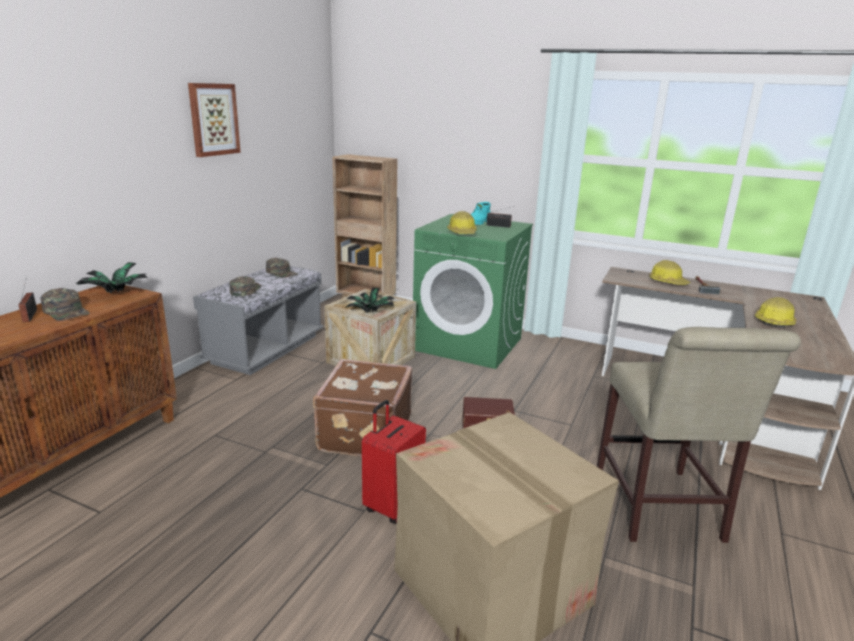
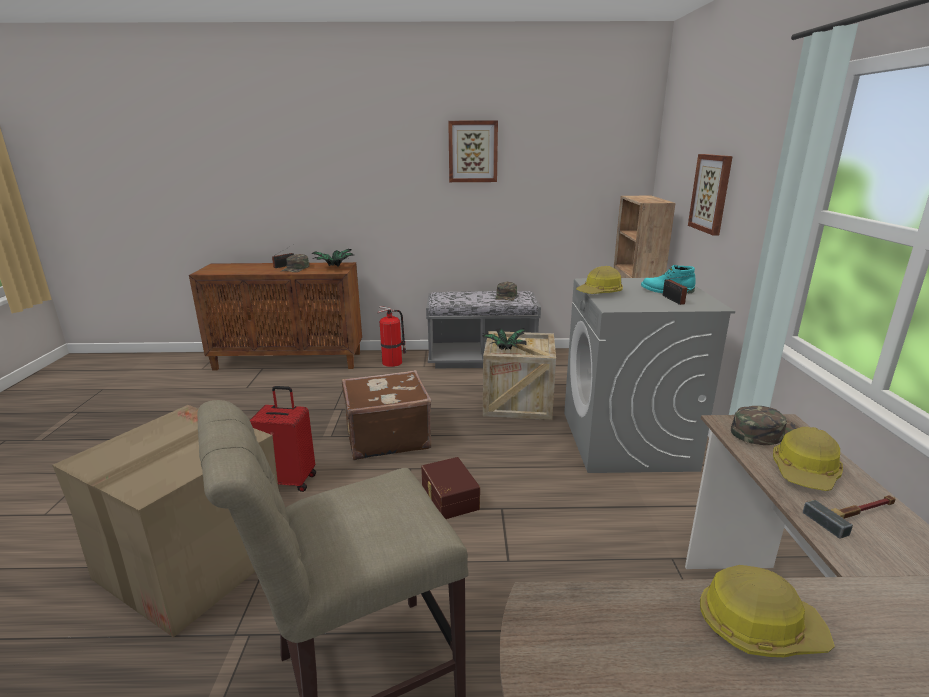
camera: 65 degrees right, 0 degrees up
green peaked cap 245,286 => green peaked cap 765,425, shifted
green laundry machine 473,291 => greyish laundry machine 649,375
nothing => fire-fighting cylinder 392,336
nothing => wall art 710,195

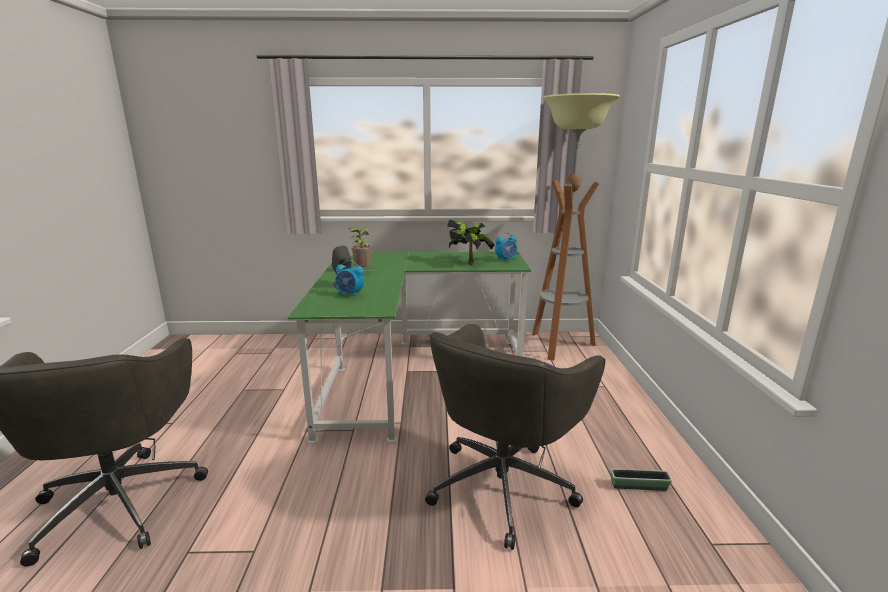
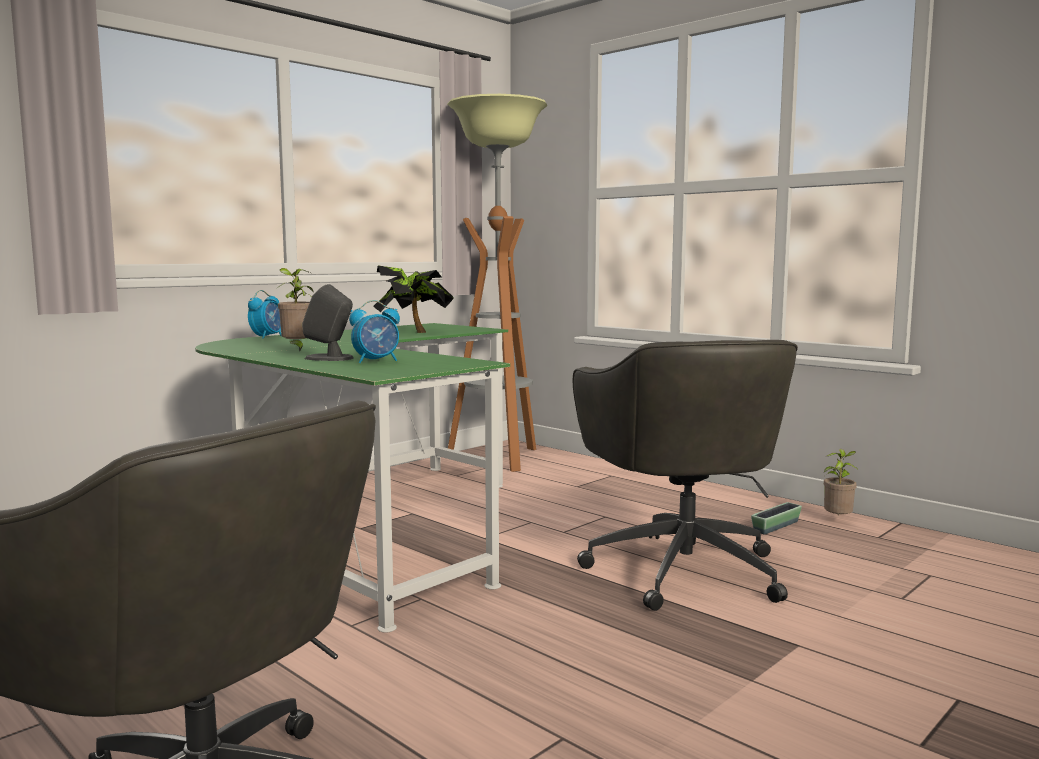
camera: 45 degrees left, 10 degrees down
table clock 506,247 => table clock 264,314, shifted
nothing => potted plant 840,481

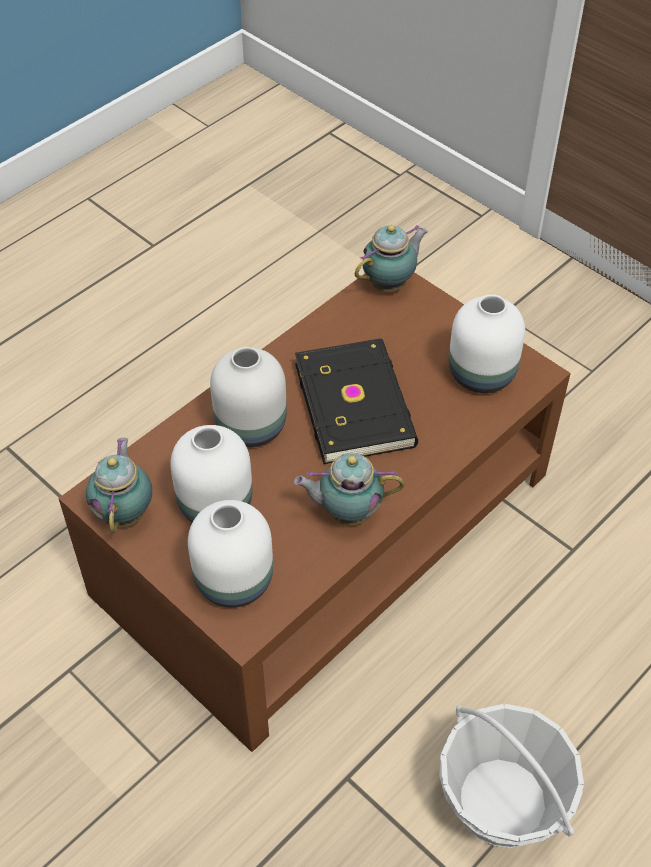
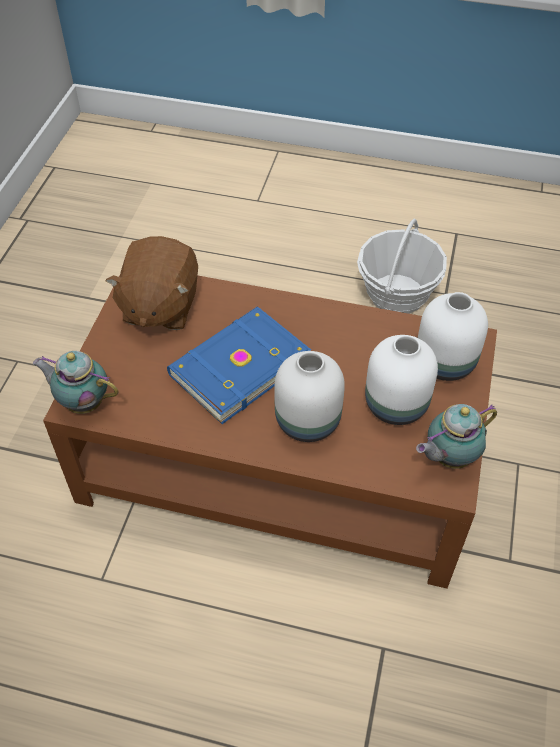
camera: 120 degrees left, 0 degrees up
teapot 349,489 => nothing
blackish bound book 356,401 => bluish bound book 239,365
white flower vase 487,343 => brownish plush toy 151,283

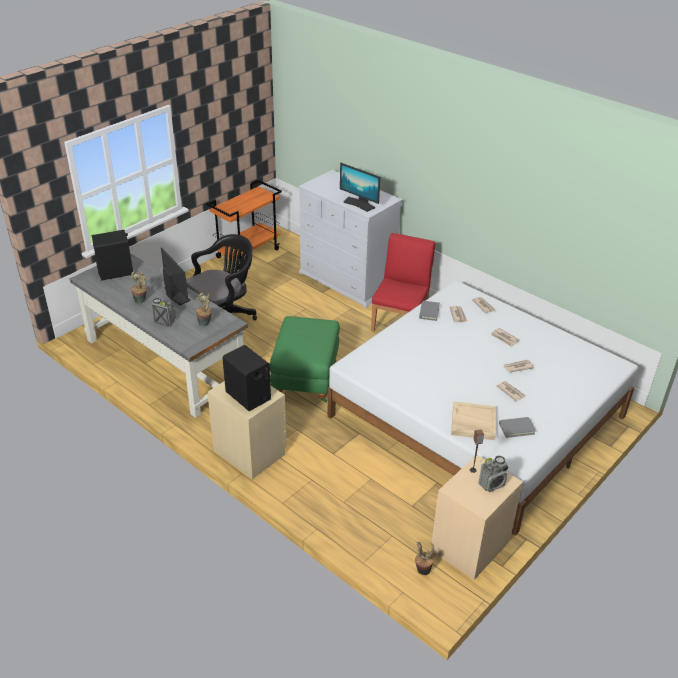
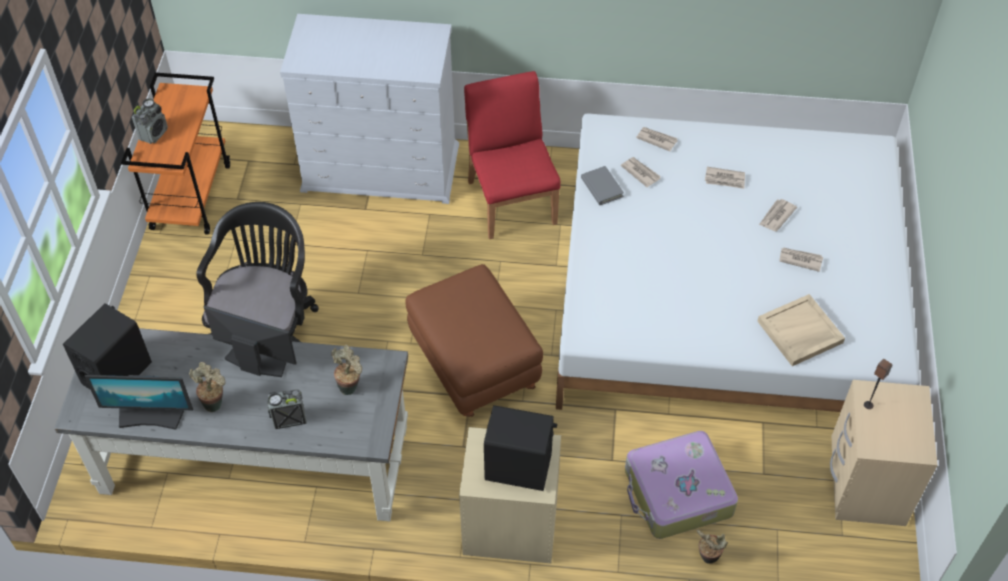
camera: 35 degrees left, 15 degrees up
green ottoman 304,359 => brownish ottoman 474,340
computer screen 360,187 => computer screen 139,402, shifted
potted plant 424,558 => potted plant 712,547, shifted
radio set 493,474 => radio set 150,121, shifted
greyish bound book 517,427 => nothing
nothing => travel case 681,485

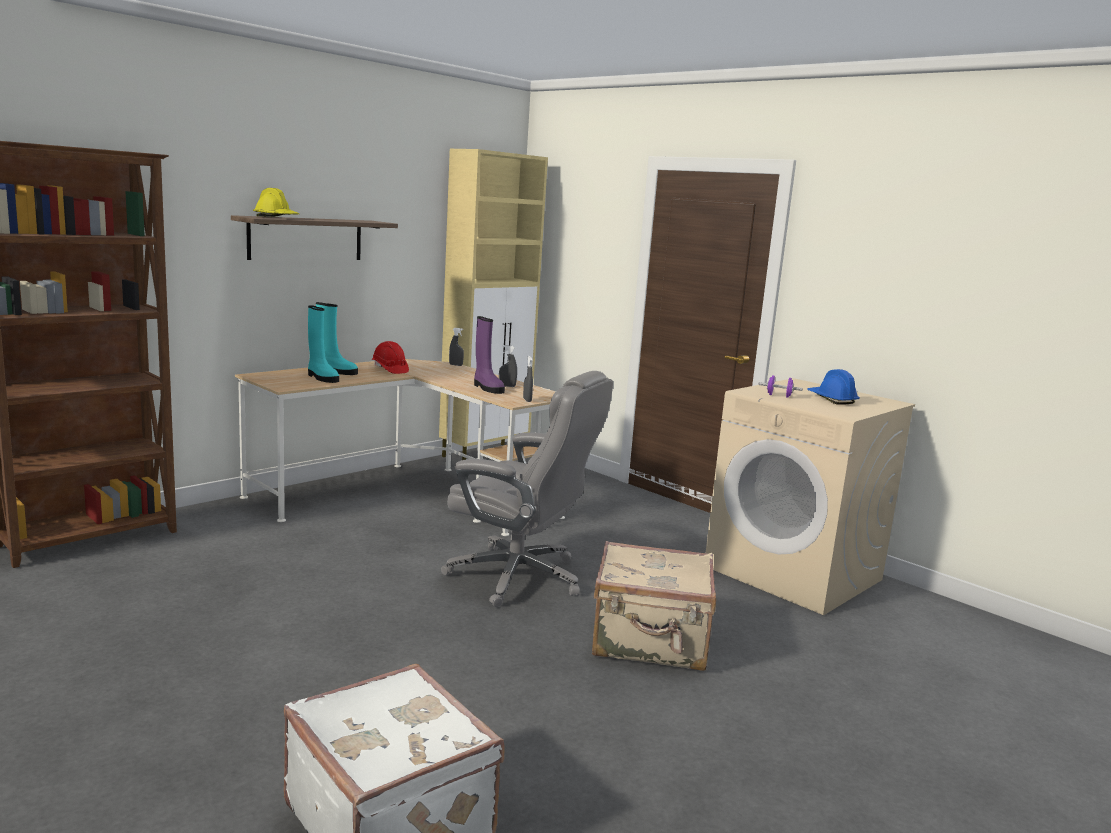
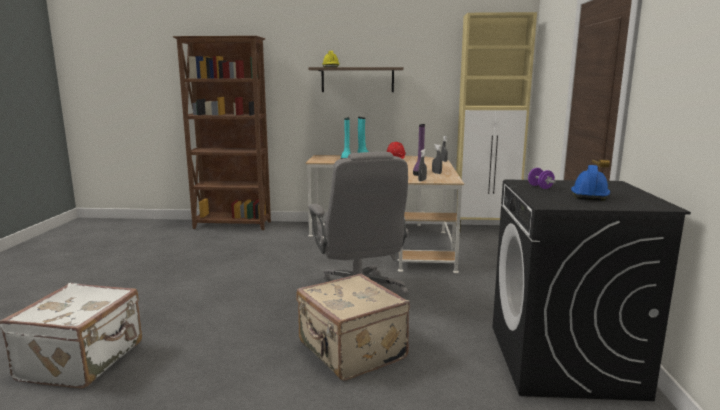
camera: 50 degrees right, 0 degrees up
beige laundry machine 810,496 => blackish laundry machine 591,290

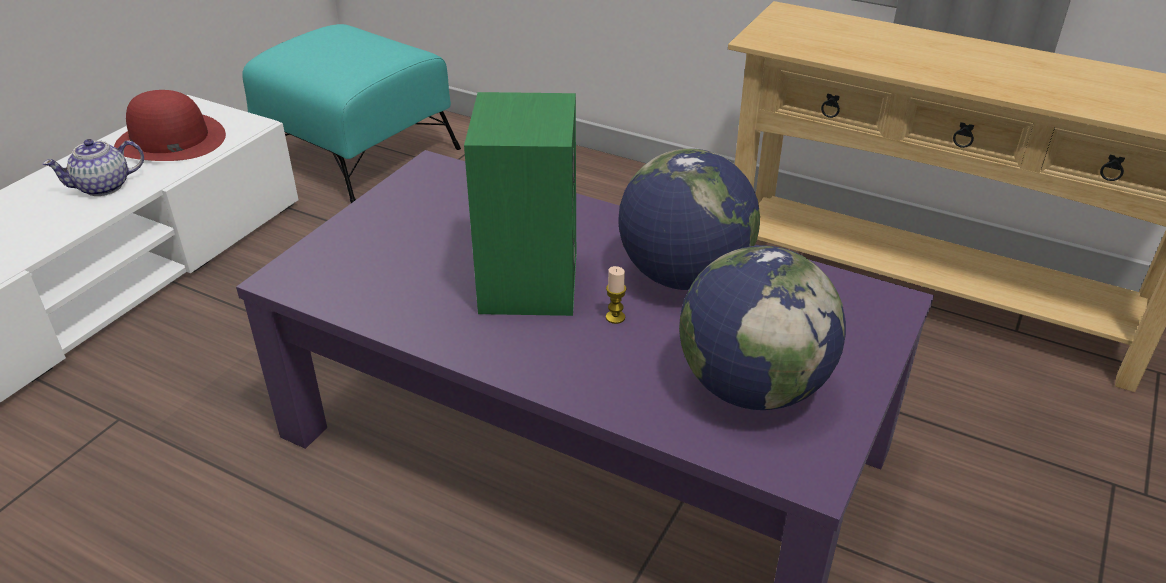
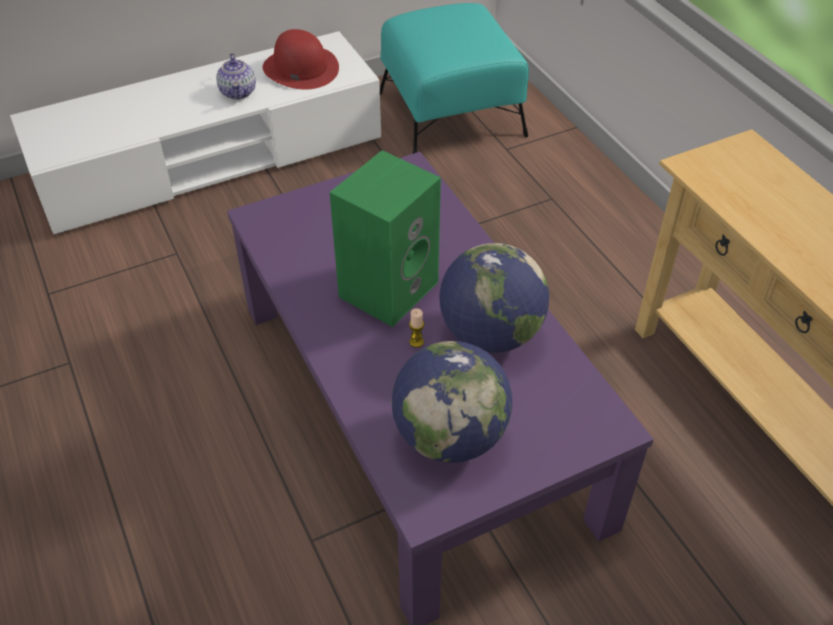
camera: 35 degrees right, 10 degrees up
teapot 93,167 => teapot 236,76, 105 degrees counterclockwise

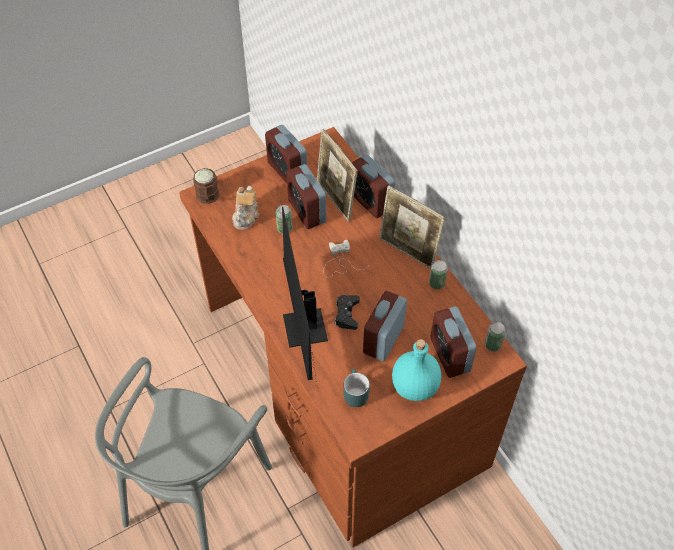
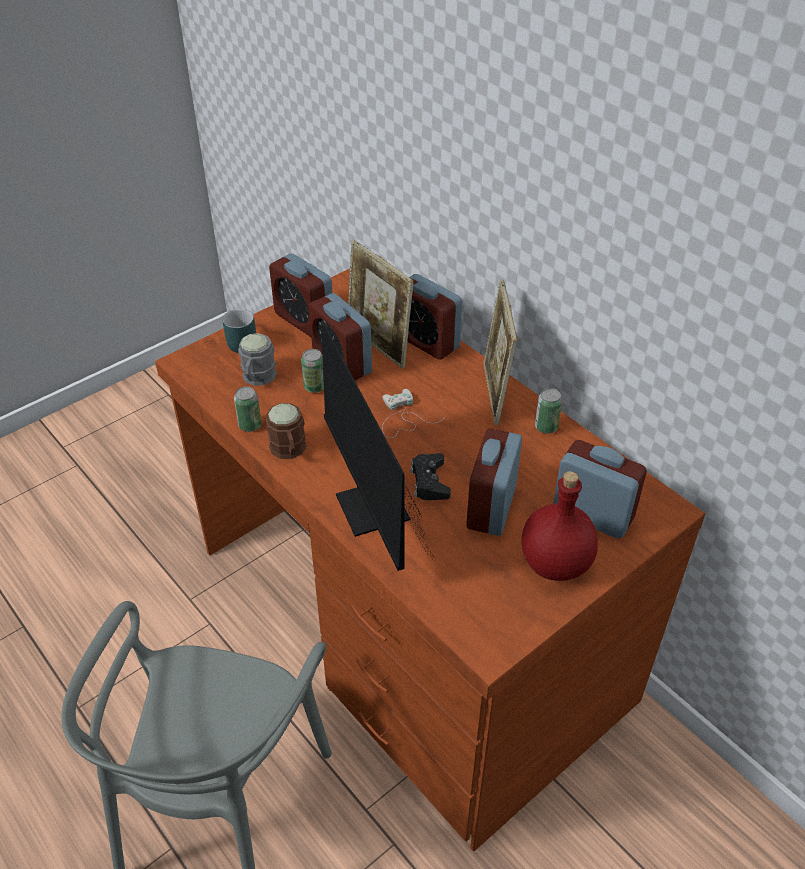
camera: 10 degrees left, 10 degrees down
brownish coffee mug 206,186 => brownish coffee mug 286,431, shifted
teapot 246,208 => greyish coffee mug 257,359
turquoise-coloured coffee mug 356,388 => turquoise-coloured coffee mug 239,331, shifted
standing frame 412,227 => standing frame 500,352, 60 degrees clockwise
turquoise-coloured bottle 416,370 => red-coloured bottle 560,526
table clock 453,342 => table clock 600,489, 150 degrees clockwise
metal can 495,336 => metal can 248,409, shifted

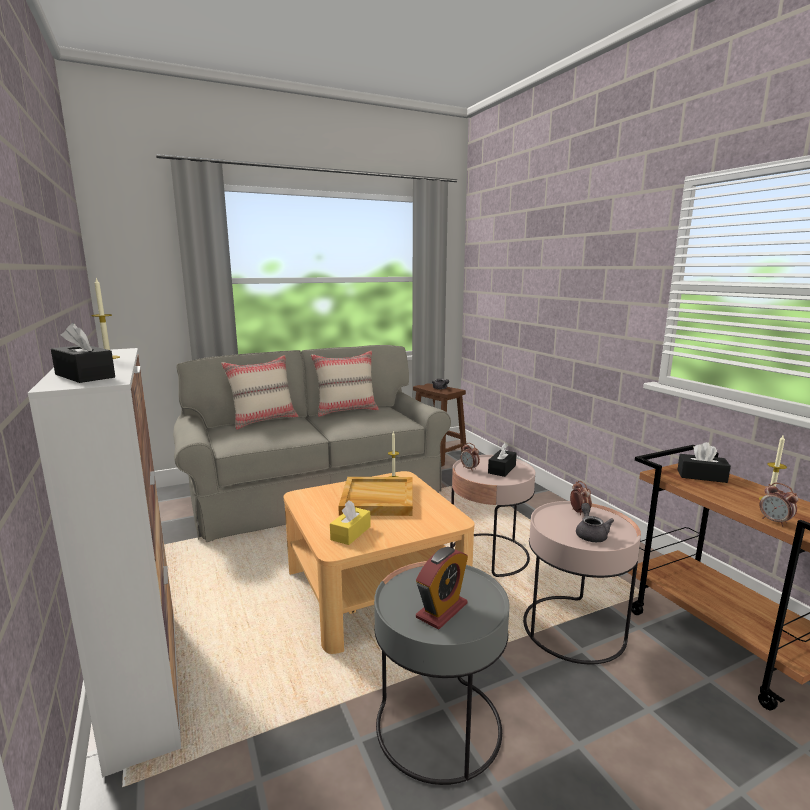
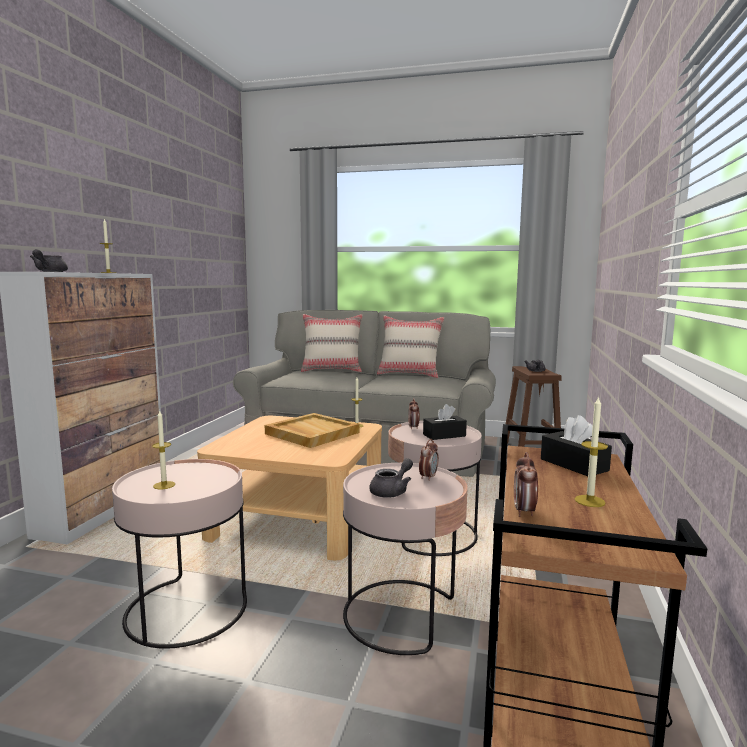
camera: 40 degrees right, 5 degrees down
blackish tissue holder 83,353 => greyish teapot 49,260
yellow tissue holder 350,523 => nothing
greyish end table 442,673 => pinkish end table 179,554
table clock 442,588 => wax candle 163,450

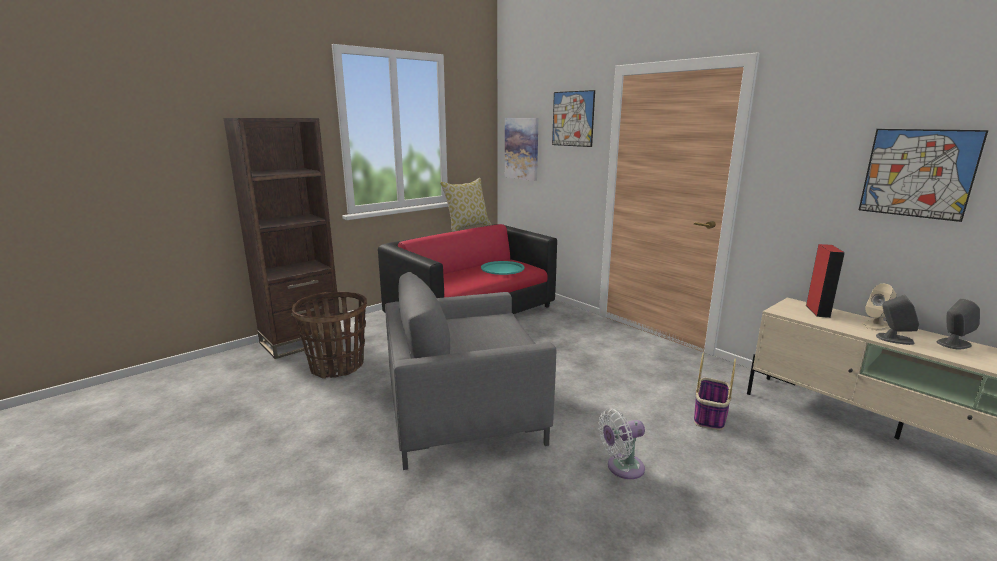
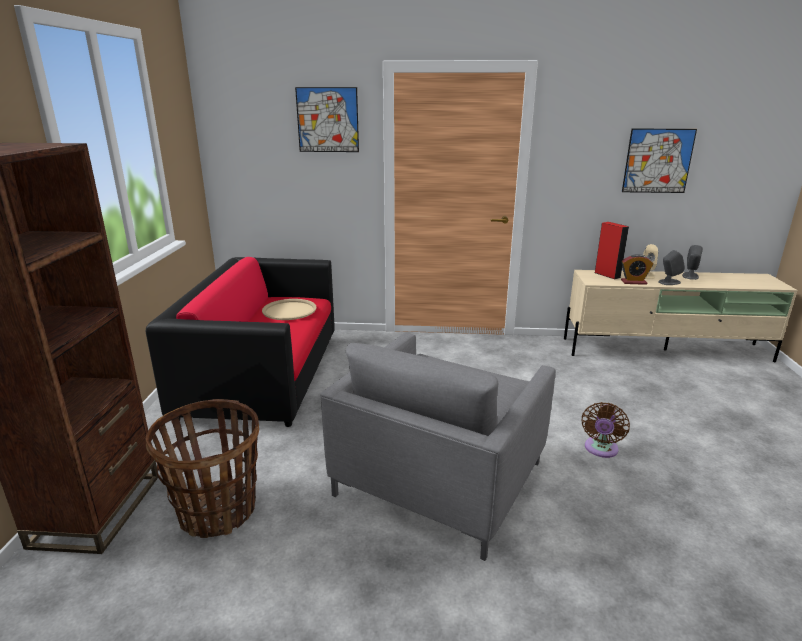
camera: 45 degrees left, 5 degrees up
throw pillow 466,205 => nothing
turquoise-coloured serving tray 503,268 => beige serving tray 289,309
wall art 522,149 => nothing
white fan 622,443 => brownish fan 606,430
basket 715,391 => nothing
nothing => table clock 637,269

